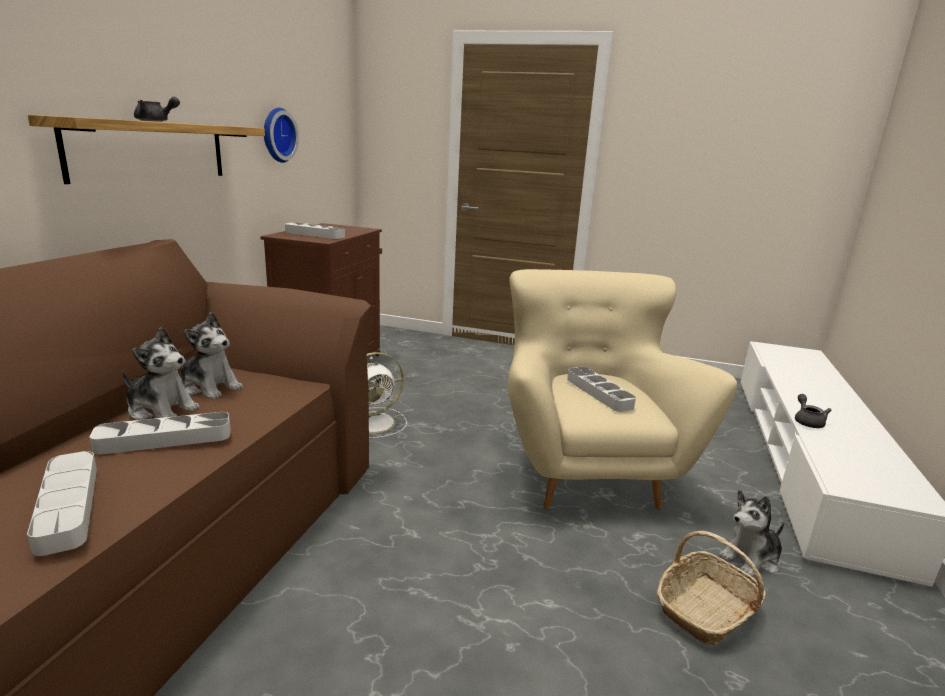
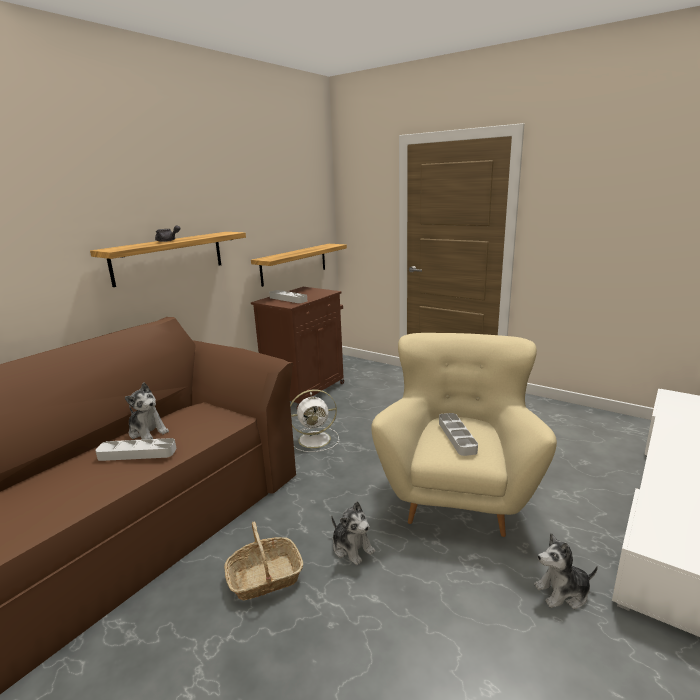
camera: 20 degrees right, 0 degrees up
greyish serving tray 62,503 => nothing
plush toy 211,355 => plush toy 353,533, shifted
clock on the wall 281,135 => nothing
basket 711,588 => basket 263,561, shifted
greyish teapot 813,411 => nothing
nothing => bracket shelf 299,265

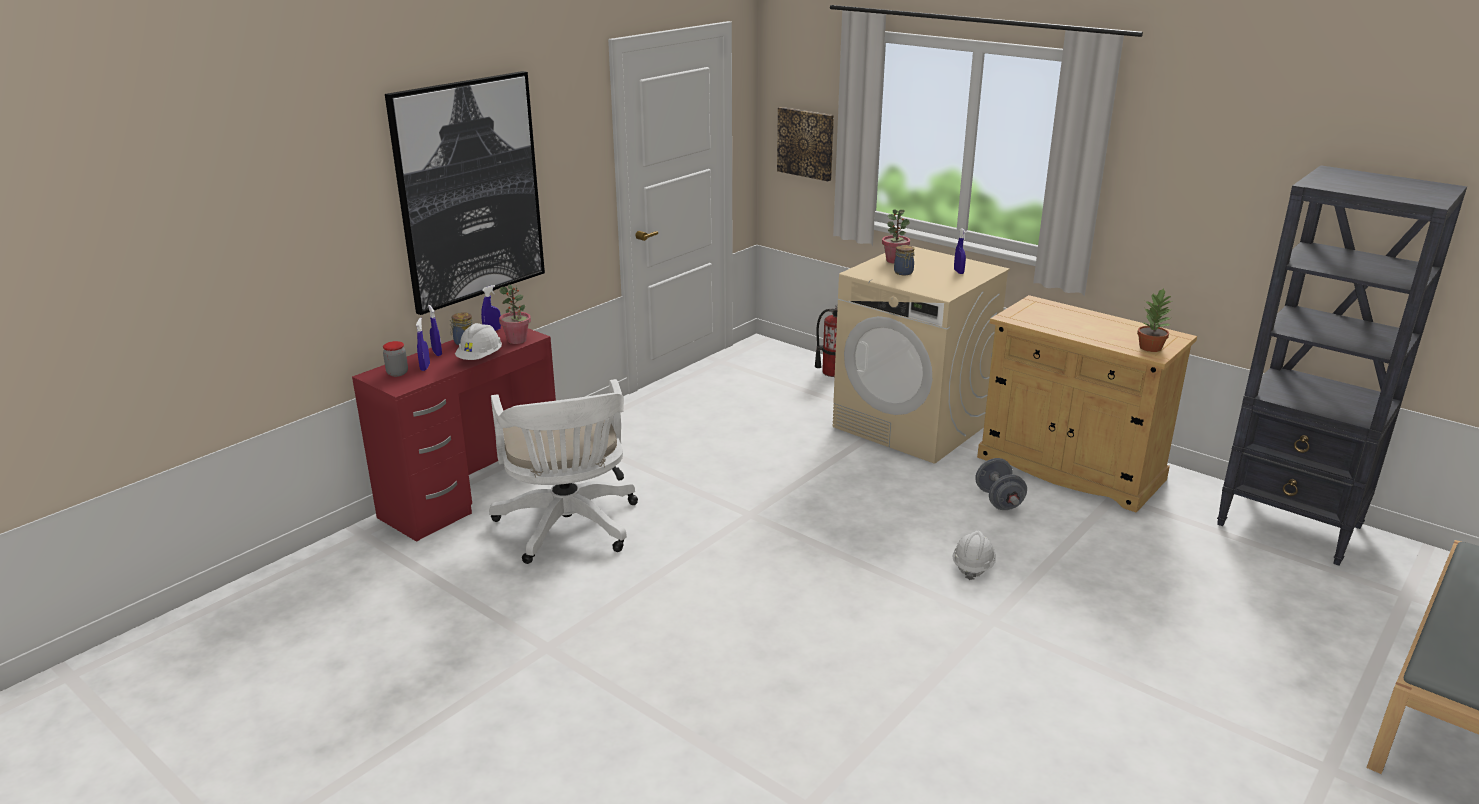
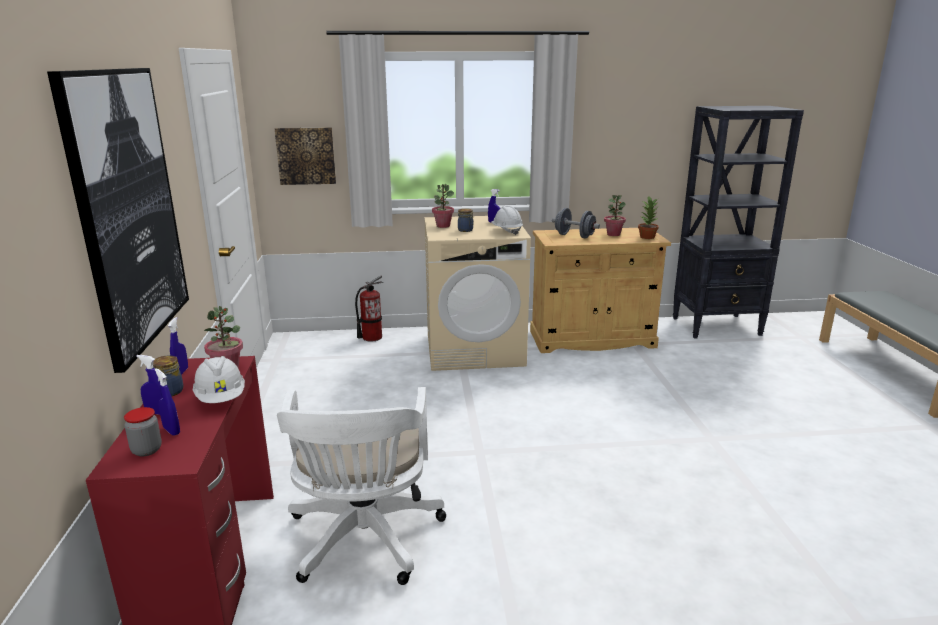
camera: 45 degrees left, 5 degrees down
white office chair 563,471 => white office chair 361,486, 60 degrees clockwise
white work helmet 974,555 => white work helmet 507,220, shifted
greyish dumbbell 1001,484 => greyish dumbbell 576,223, shifted
nothing => potted plant 615,215

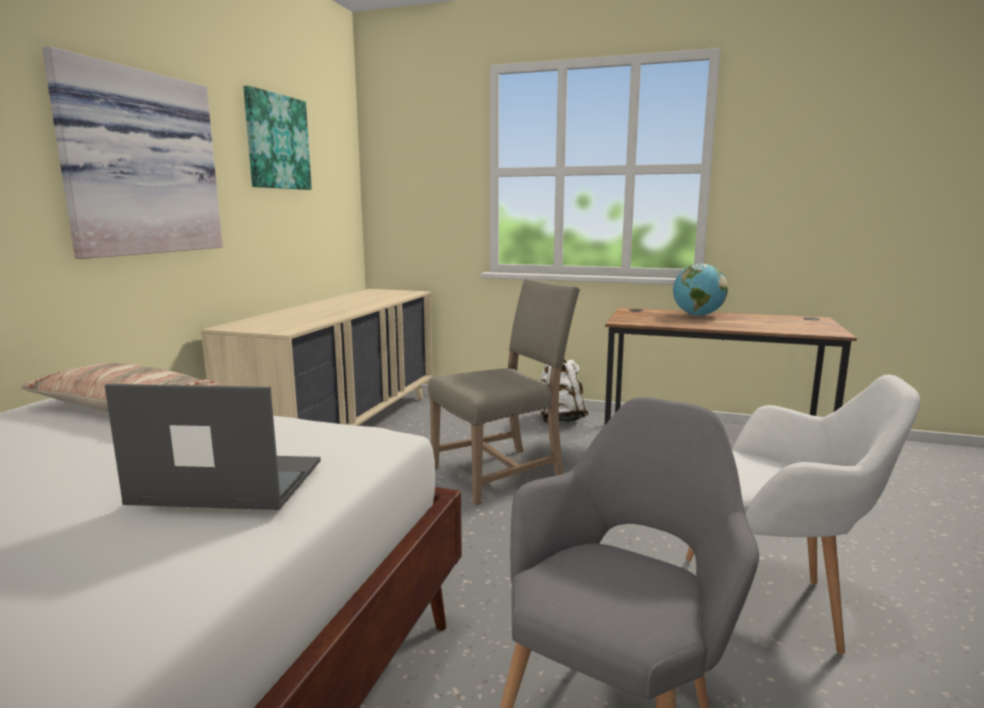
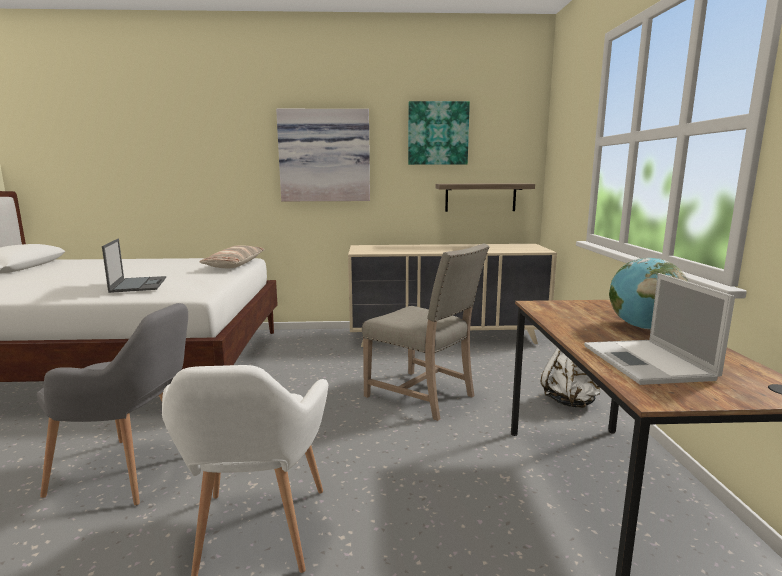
camera: 70 degrees right, 0 degrees up
nothing => bracket shelf 485,197
nothing => laptop 659,329

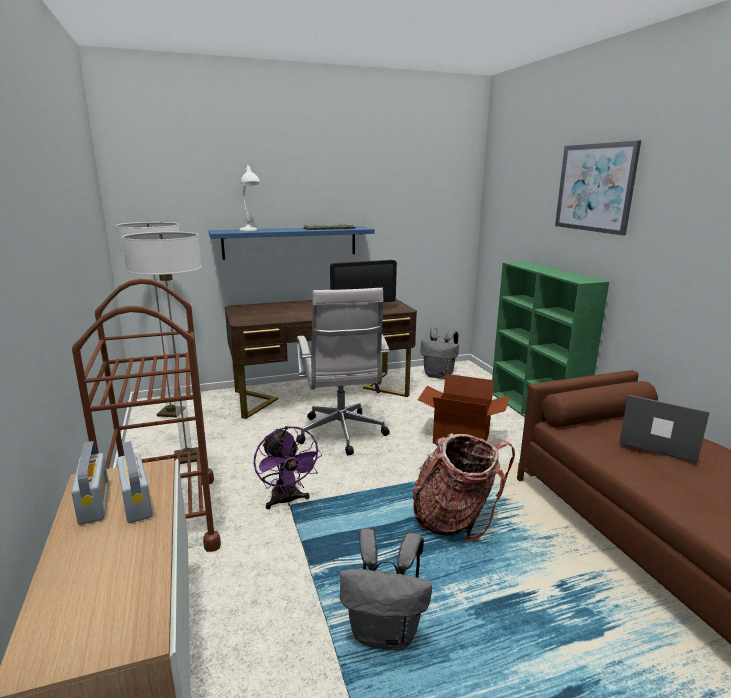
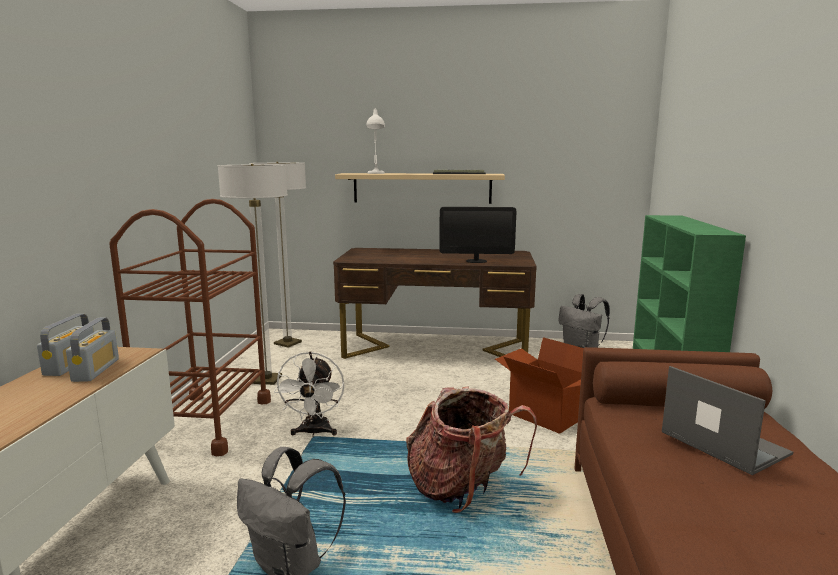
camera: 25 degrees right, 5 degrees down
bluish bracket shelf 292,243 => beige bracket shelf 420,188
purple-coloured fan 288,467 => white fan 309,394
white office chair 343,372 => nothing
wall art 598,188 => nothing

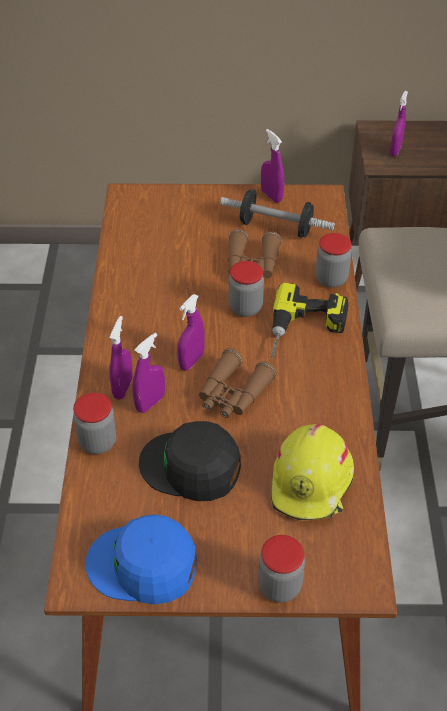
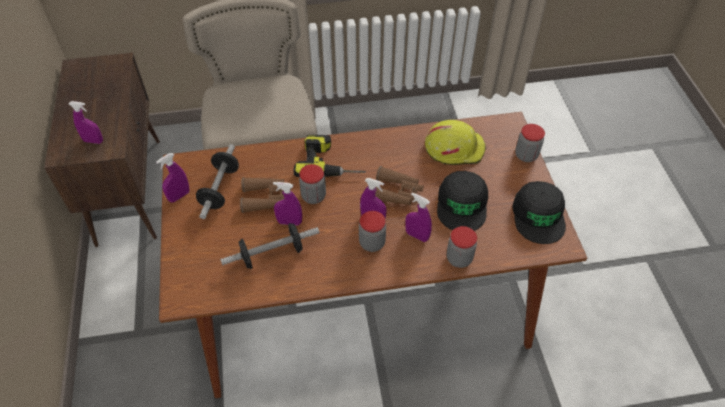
camera: 100 degrees left, 5 degrees up
bluish peaked cap 141,560 => blackish peaked cap 539,212
purple-coloured hand sprayer 121,358 => purple-coloured hand sprayer 287,204, shifted
jar 333,260 => jar 372,231, shifted
nothing => dumbbell 269,246

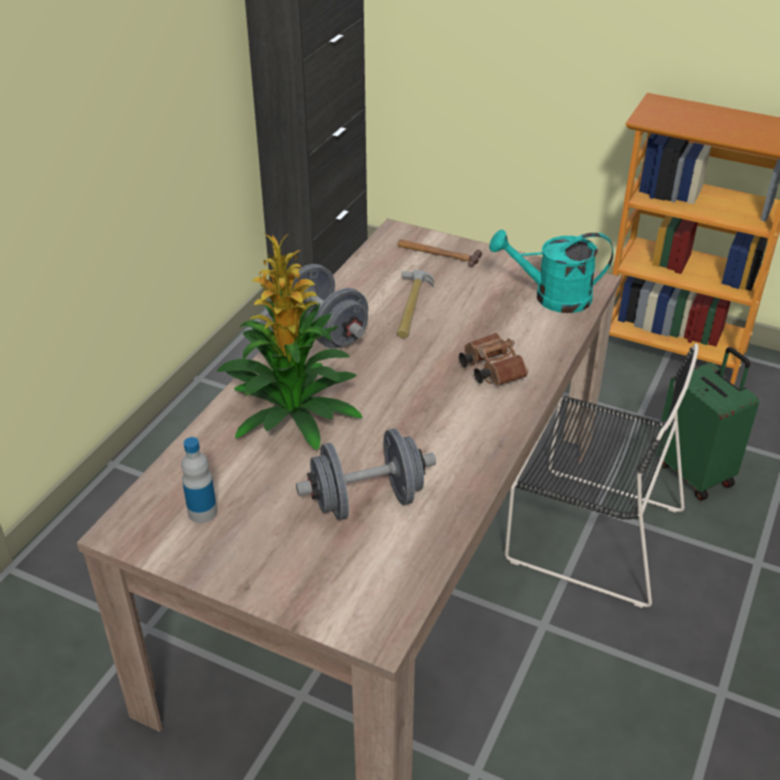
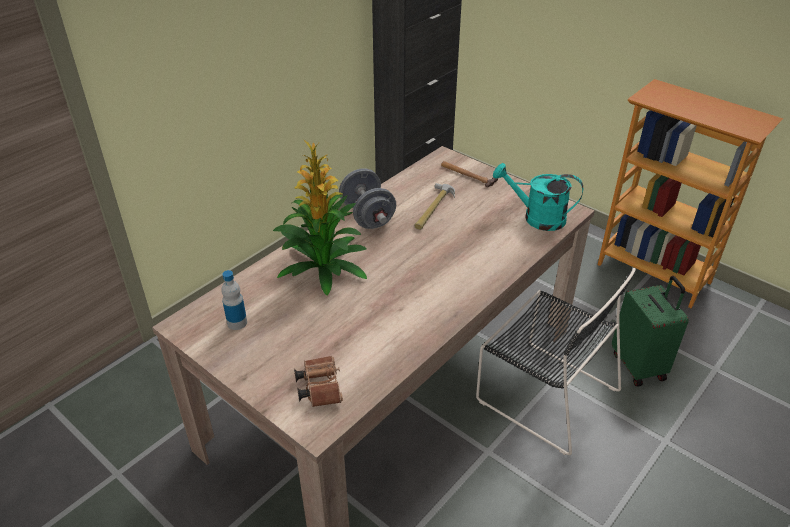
camera: 15 degrees right, 0 degrees up
greyish dumbbell 366,474 => nothing
brownish pair of binoculars 493,359 => brownish pair of binoculars 318,381, shifted

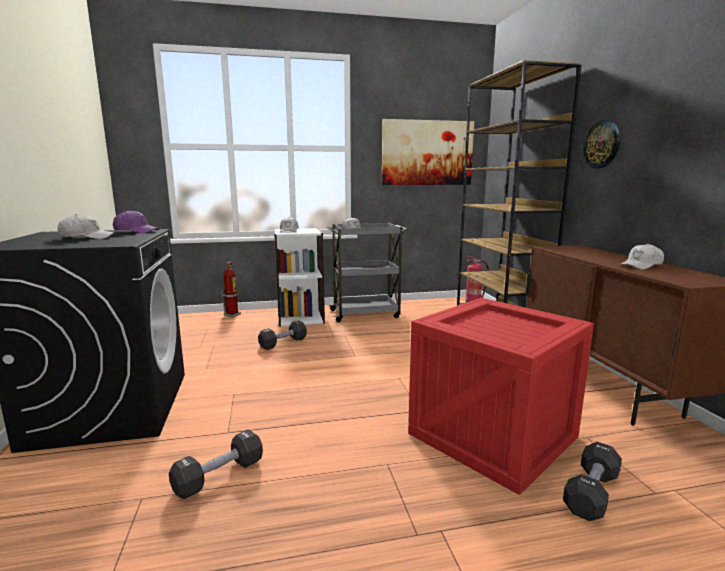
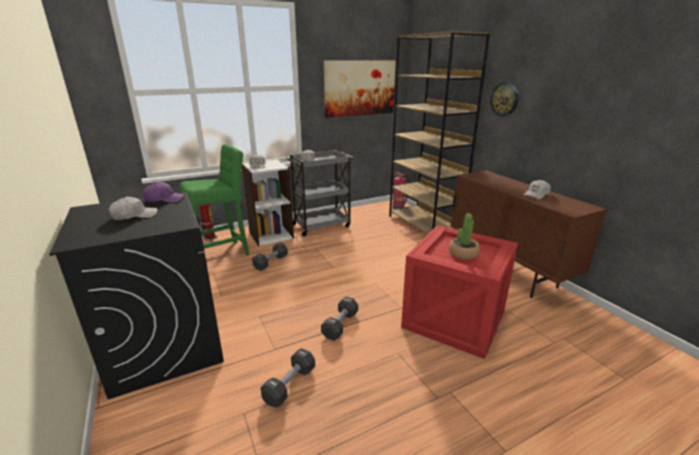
camera: 15 degrees left, 10 degrees up
blackish dumbbell 592,481 => blackish dumbbell 339,319, shifted
nothing => green sitting stool 215,200
nothing => potted plant 464,236

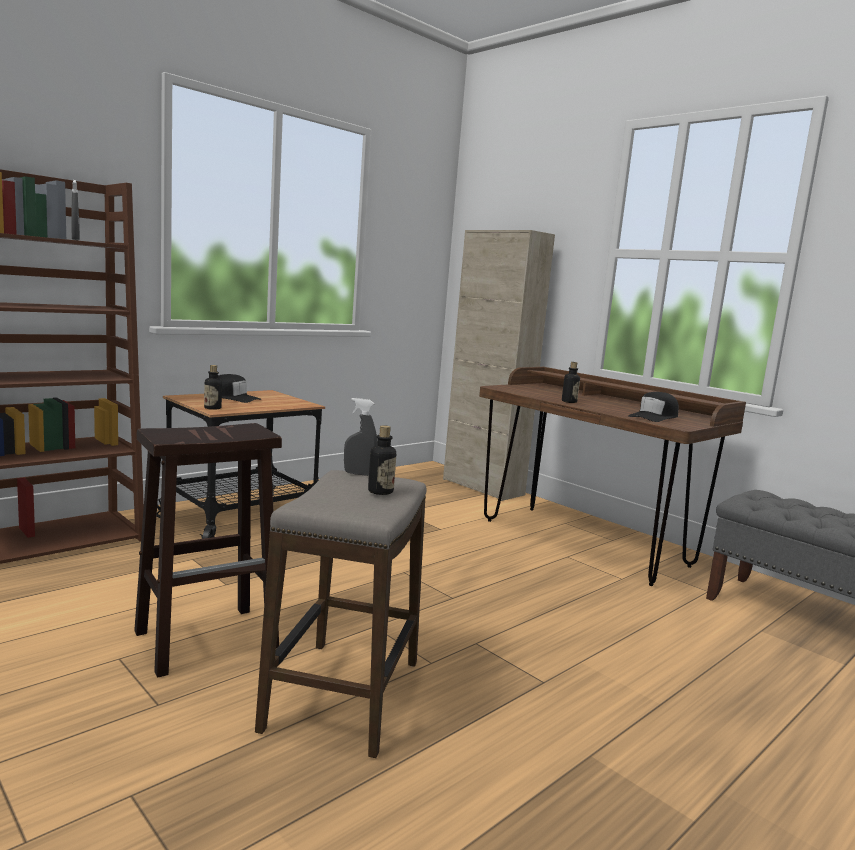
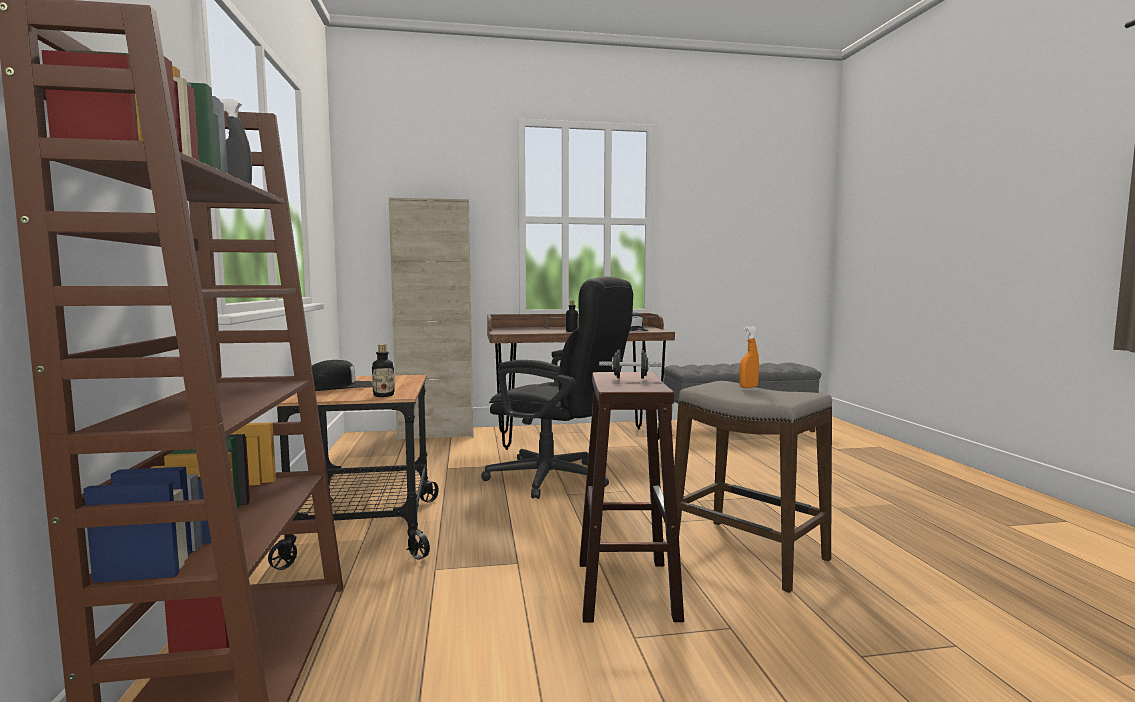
camera: 55 degrees left, 5 degrees down
greyish hand sprayer 361,437 => nothing
bottle 382,460 => orangey hand sprayer 749,357
nothing => blackish office chair 557,387
nothing => blackish dumbbell 630,364

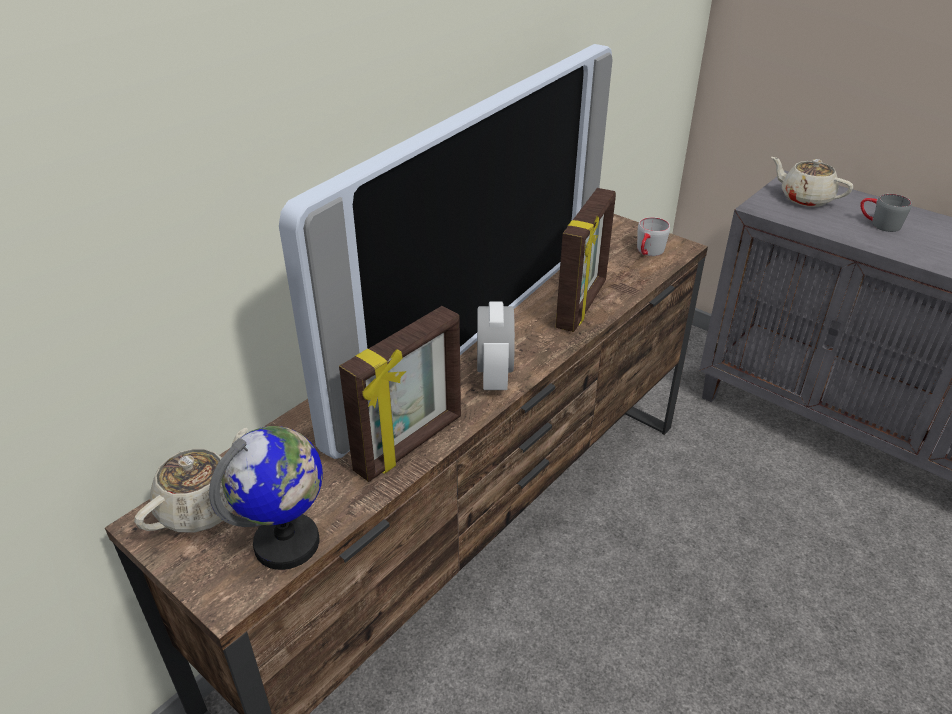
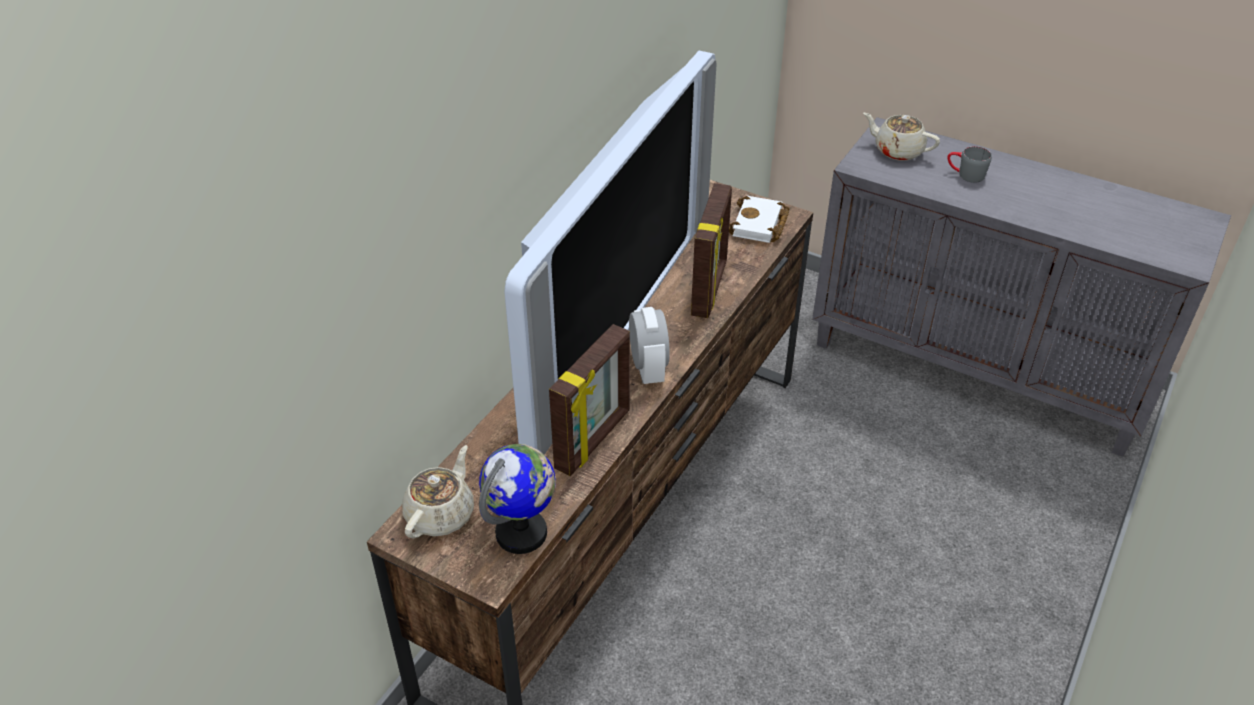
camera: 10 degrees left, 5 degrees up
greyish coffee mug 653,236 => white bound book 759,219

